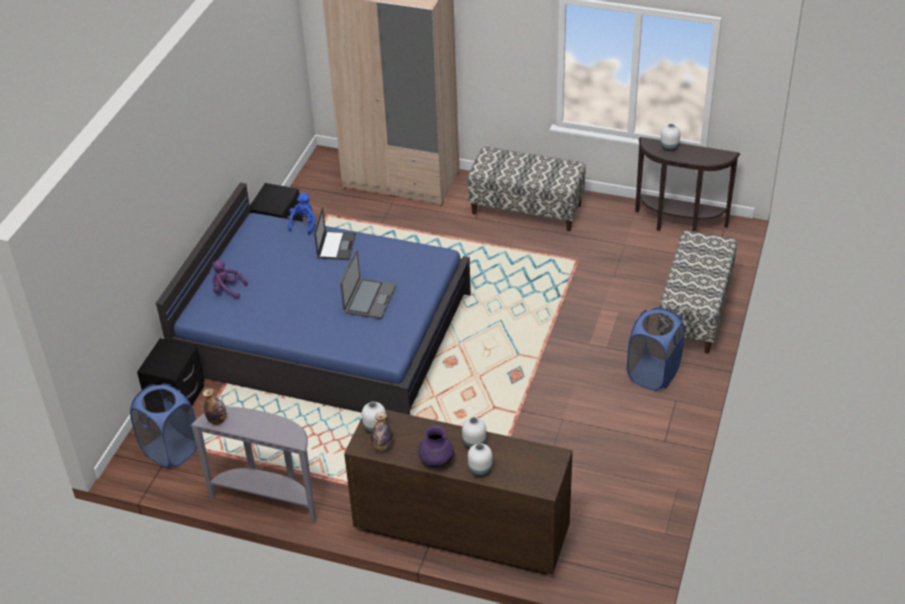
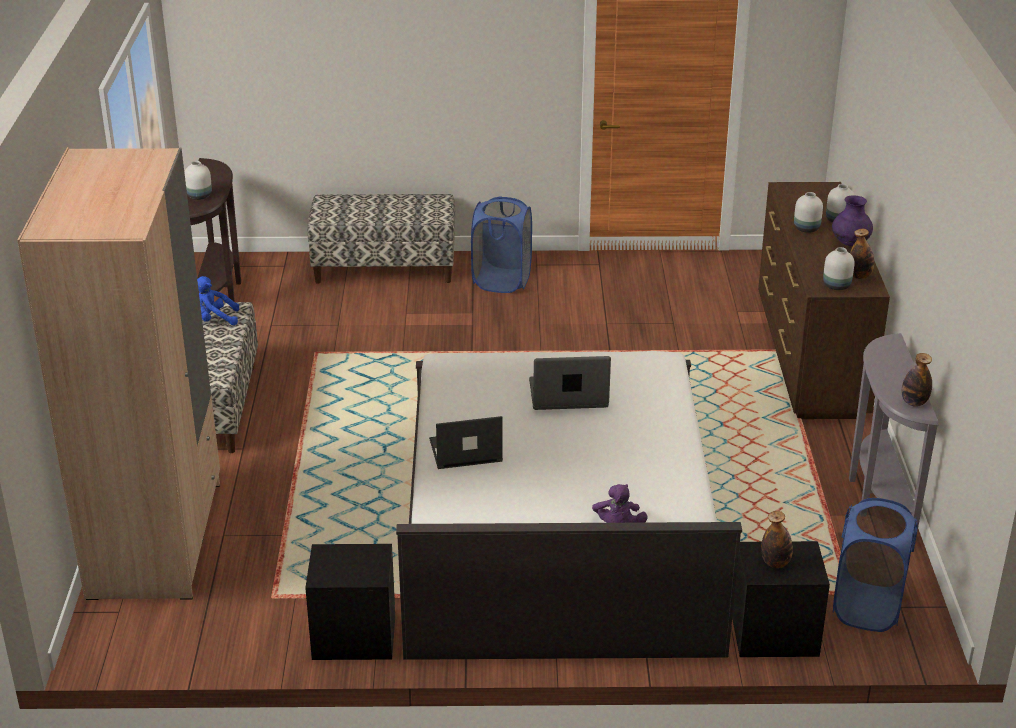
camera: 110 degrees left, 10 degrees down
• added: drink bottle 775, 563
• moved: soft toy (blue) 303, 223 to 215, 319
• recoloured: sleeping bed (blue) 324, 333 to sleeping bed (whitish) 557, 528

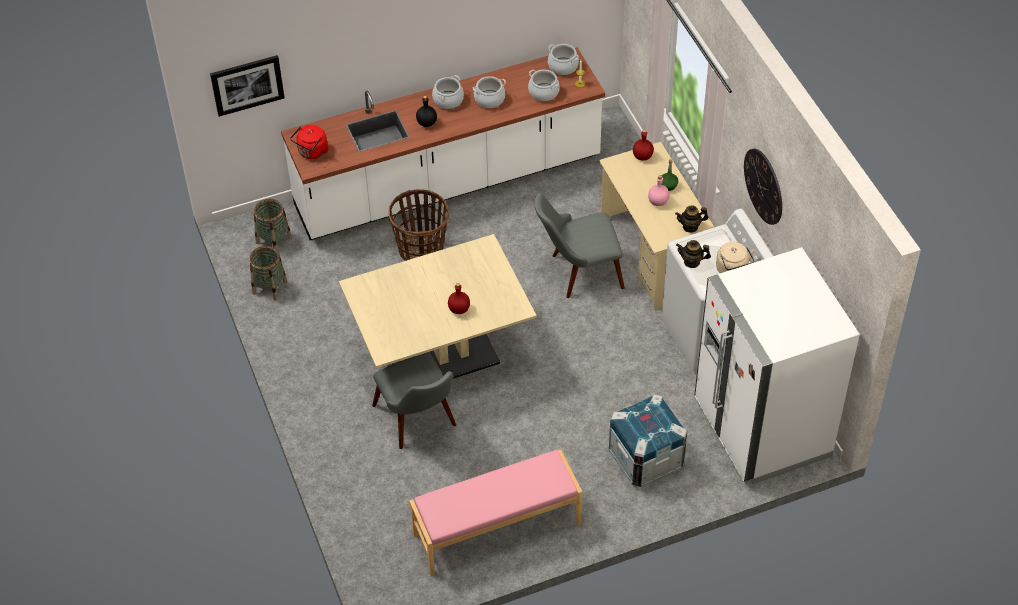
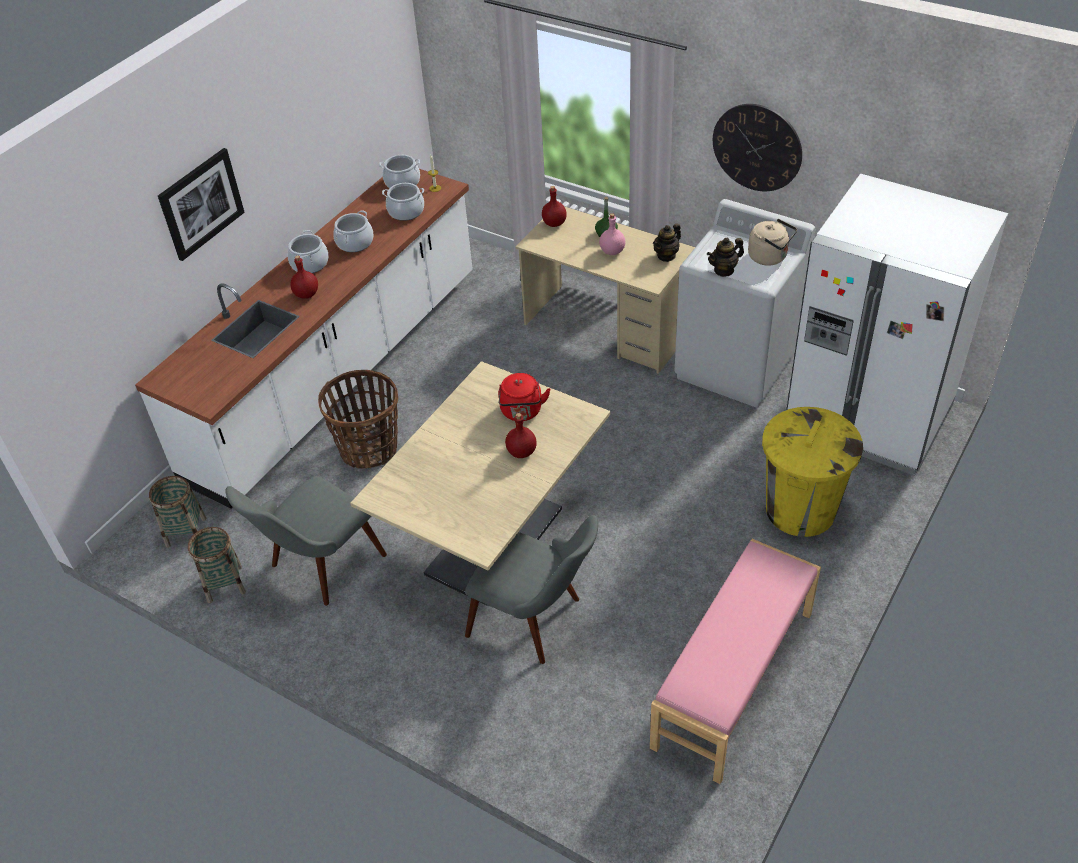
camera: 35 degrees left, 5 degrees down
• moved: picture 247, 84 to 201, 203
• moved: kettle (reddish) 312, 152 to 522, 412
• moved: plain chair (grey) 577, 273 to 318, 569
• replaced: shipping crate 645, 459 to waste bin (yellowish) 800, 510
• recoloured: drink bottle (black-coloured) 426, 122 to drink bottle (reddish) 306, 294

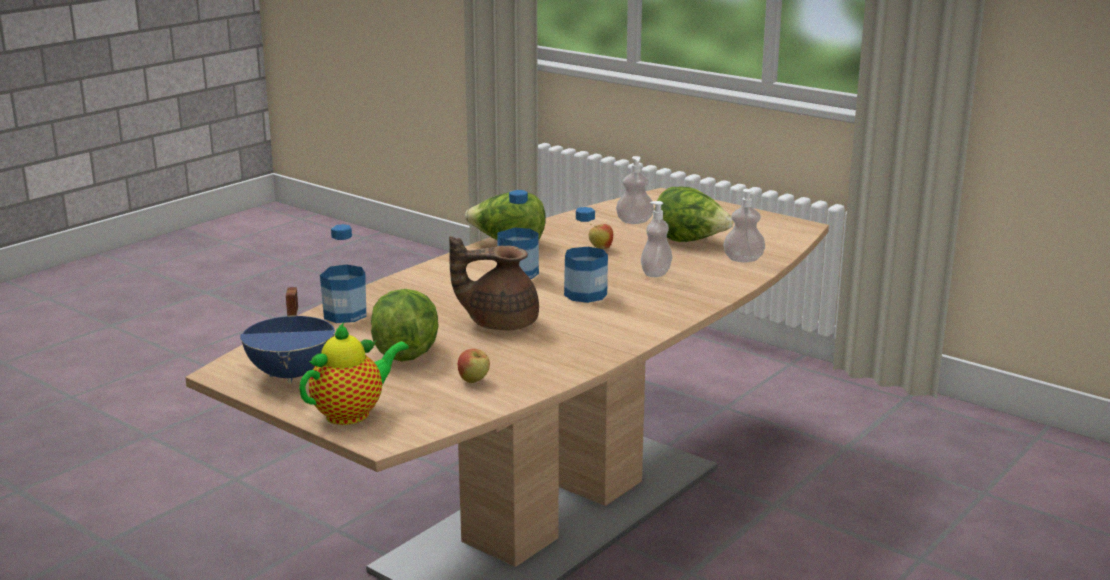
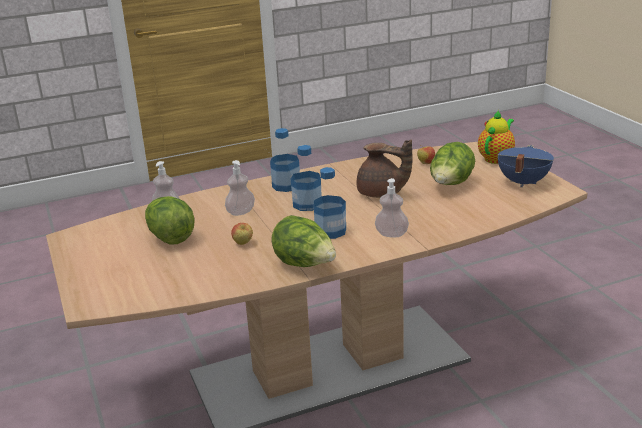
camera: 150 degrees left, 5 degrees up
• moved: drink bottle 345, 314 to 286, 186
• moved: liquid soap bottle 634, 221 to 391, 234
• turned: pot for tea 352, 413 = 496, 158 135 degrees clockwise

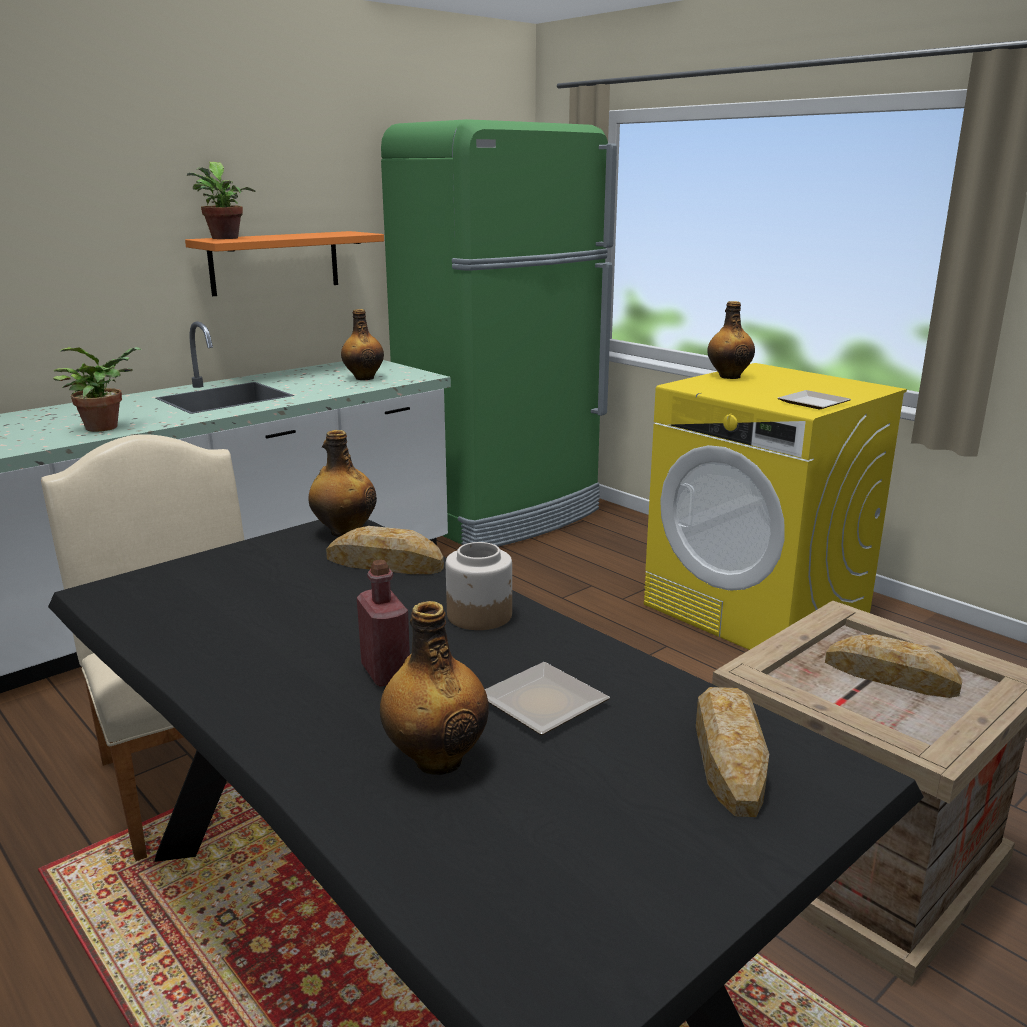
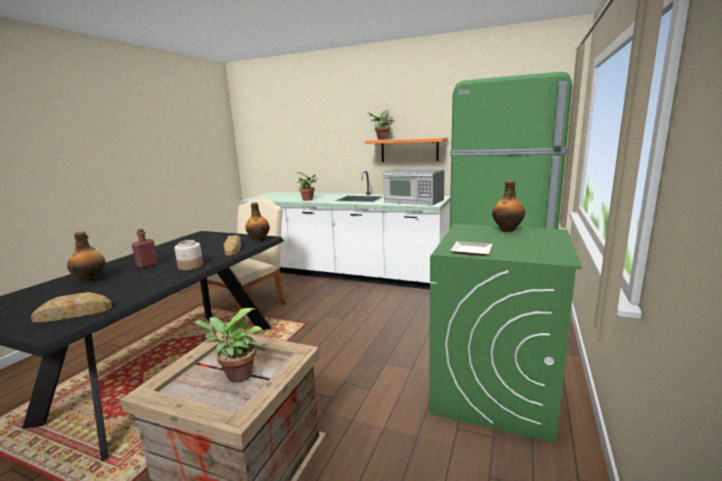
camera: 65 degrees right, 5 degrees down
• removed: flat dish 543, 700
• replaced: drink bottle 364, 378 to microwave oven 413, 201
• replaced: bread 890, 676 to potted plant 236, 376
• recoloured: washing machine (yellowish) 757, 609 to washing machine (green) 493, 390

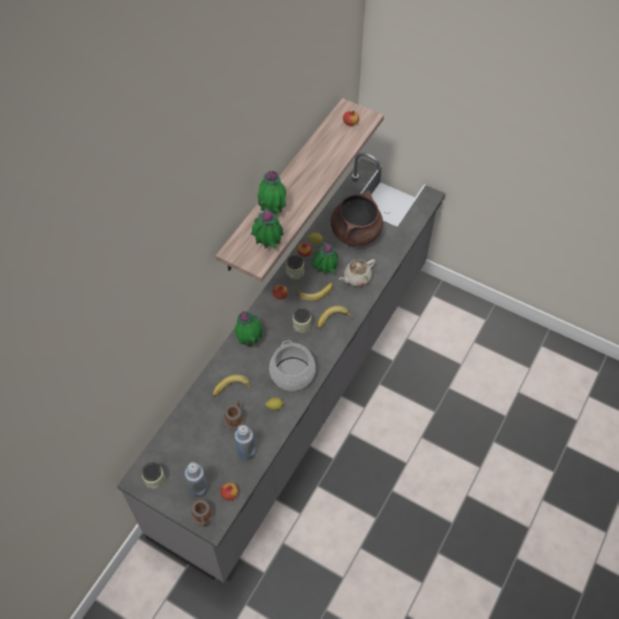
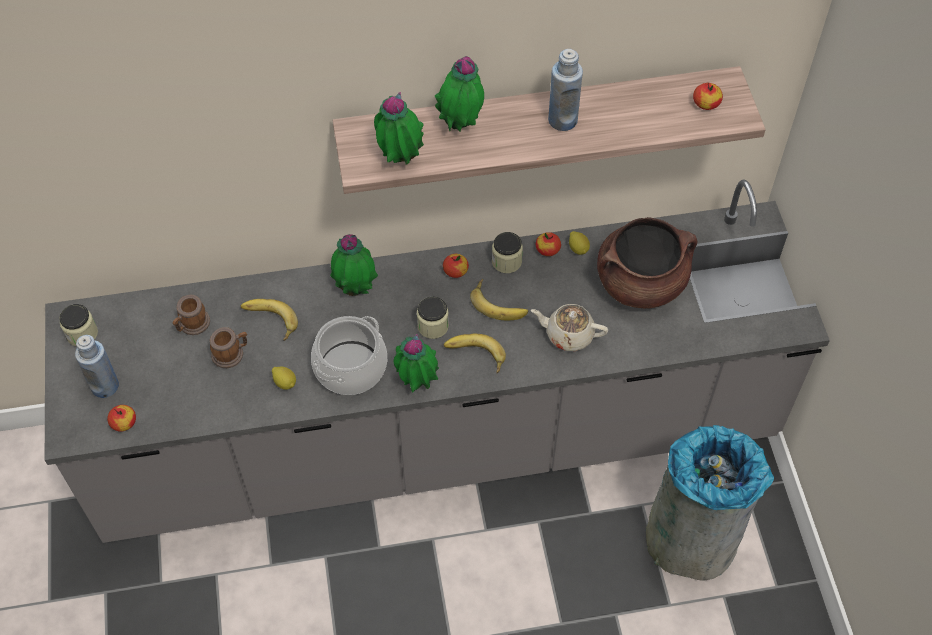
camera: 50 degrees right, 0 degrees up
• added: waste bin (grey) 692, 540
• moved: mug 203, 518 to 192, 325
• moved: drink bottle (blue) 246, 452 to 562, 120
• moved: potted plant 324, 272 to 416, 382

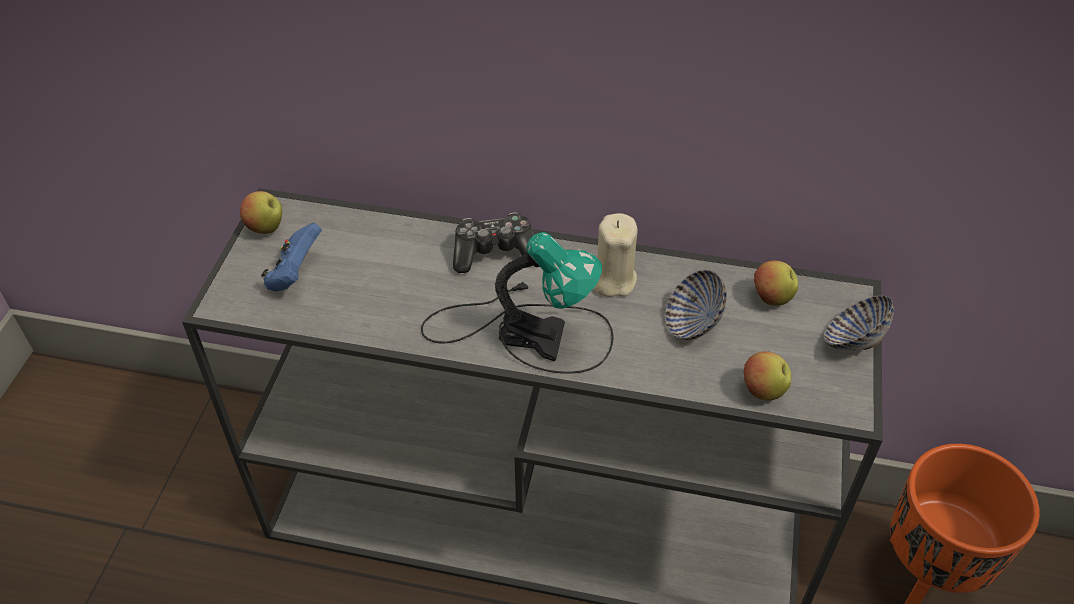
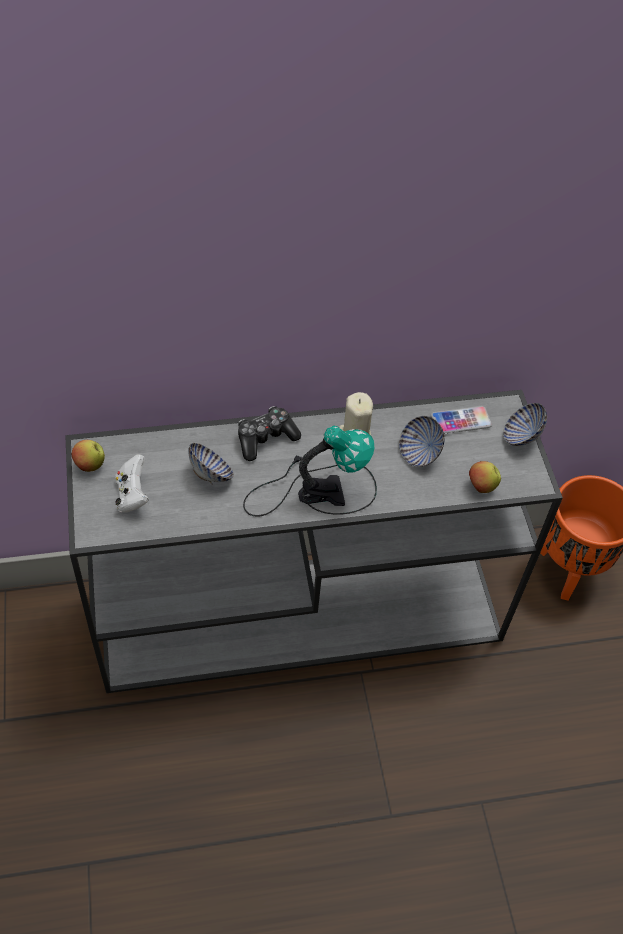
camera: 25 degrees left, 5 degrees up
• added: serving bowl 211, 474
• replaced: apple fruit 771, 298 to handset 460, 421
• recoloured: gamepad (blue) 295, 274 to gamepad (whitish) 132, 495

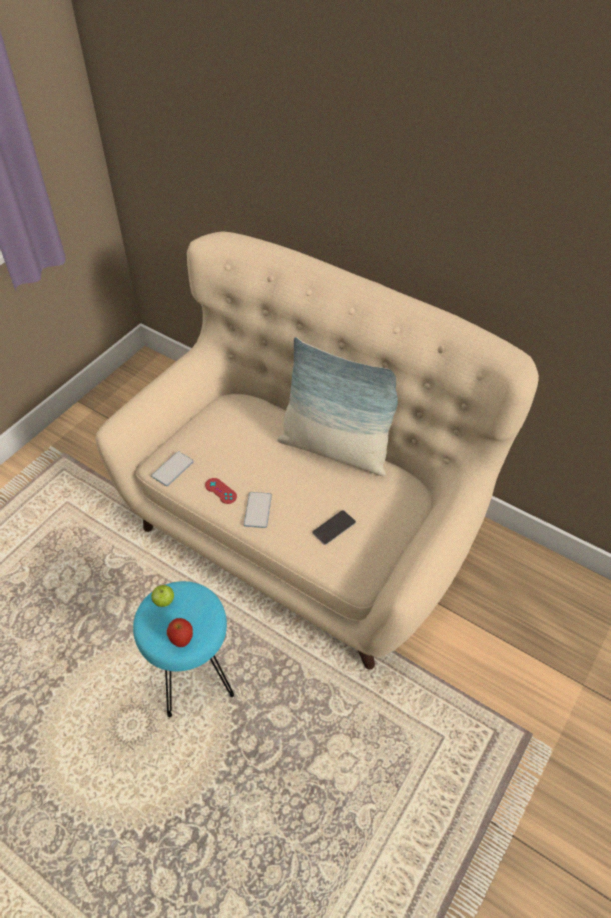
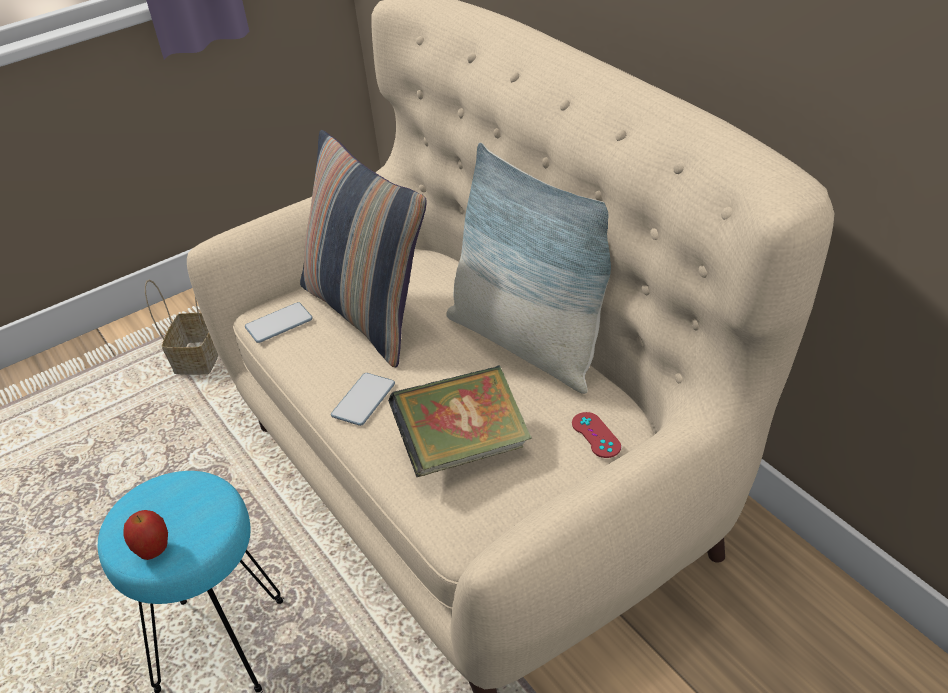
camera: 25 degrees right, 10 degrees down
• removed: apple fruit 164, 601
• added: household basket 198, 358
• added: throw pillow 368, 314
• moved: gamepad (reddish) 220, 491 to 596, 435
• replaced: handset 334, 527 to bound book 463, 448

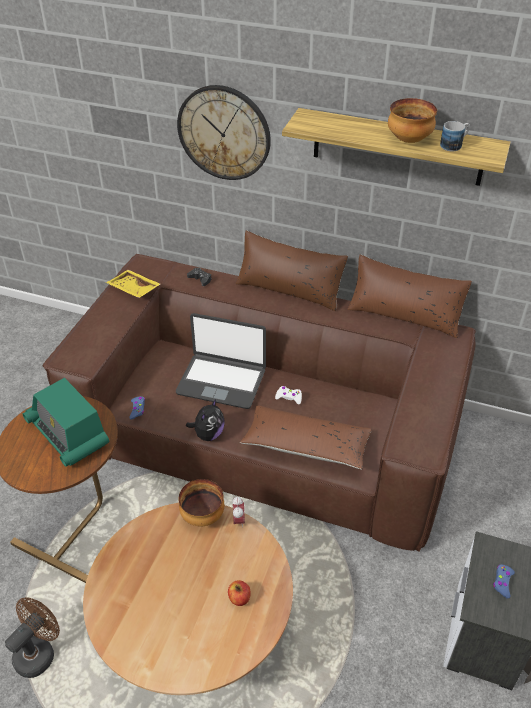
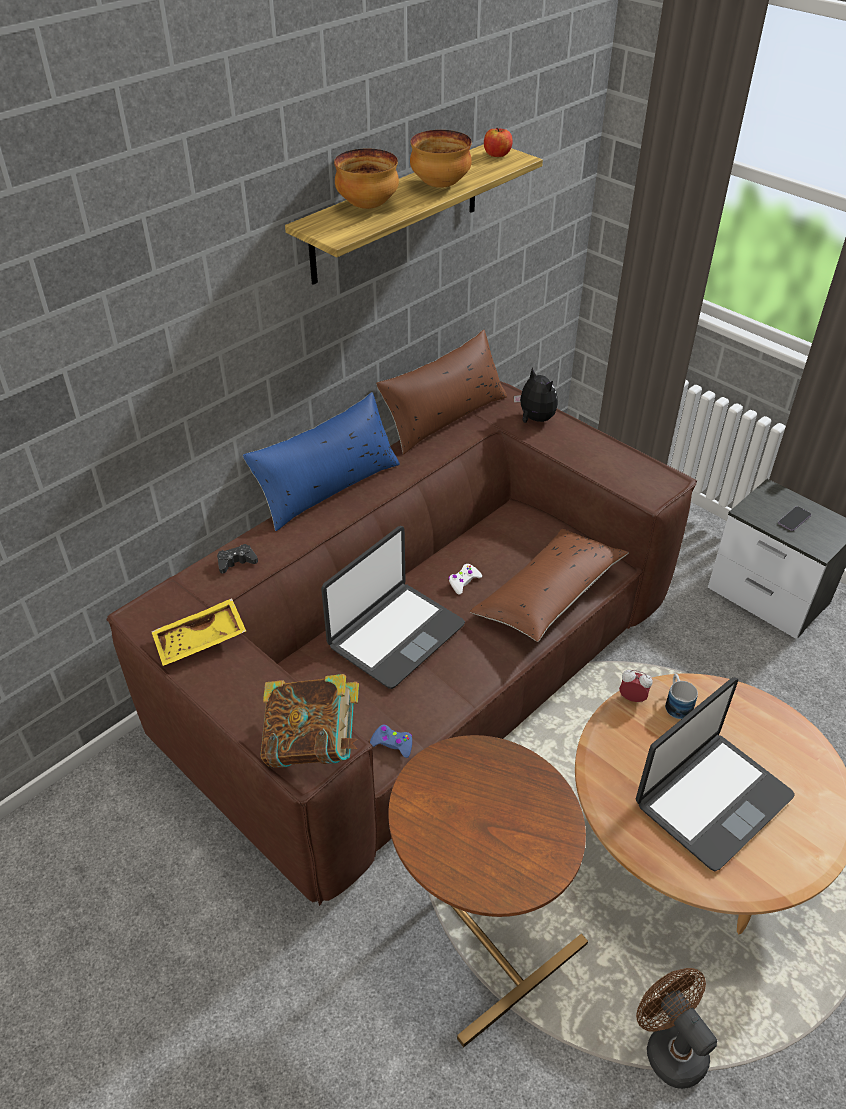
camera: 65 degrees left, 0 degrees up
• removed: radio set 68, 433
• removed: clock on the wall 224, 133
• added: bound book 313, 744
• added: laptop 711, 799
• moved: serving bowl 202, 516 to 368, 206
• moved: soft toy 208, 434 to 534, 419
• moved: apple fruit 239, 598 to 497, 154
• moved: mug 454, 145 to 676, 703
• replaced: gamepad (blue) 502, 582 to handset 794, 519
• recoloured: throw pillow (brown) 289, 289 to throw pillow (blue) 327, 487

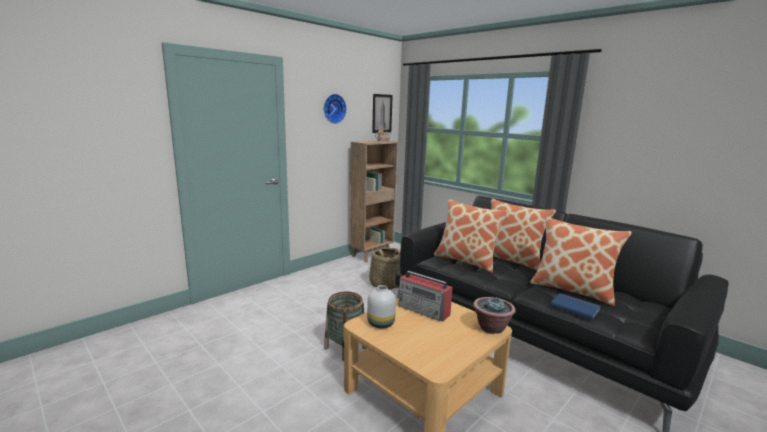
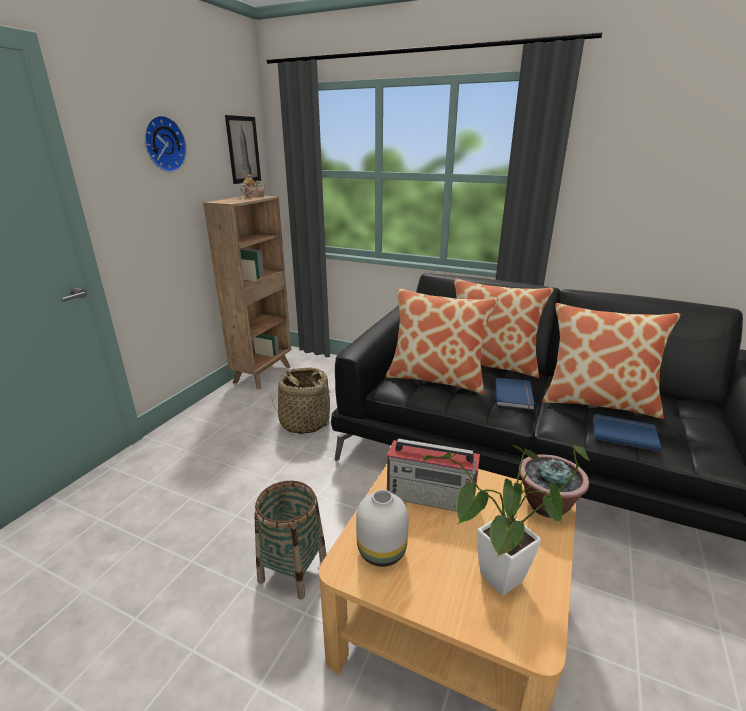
camera: 20 degrees left, 10 degrees up
• added: potted plant 494, 583
• added: bound book (blue) 515, 395

